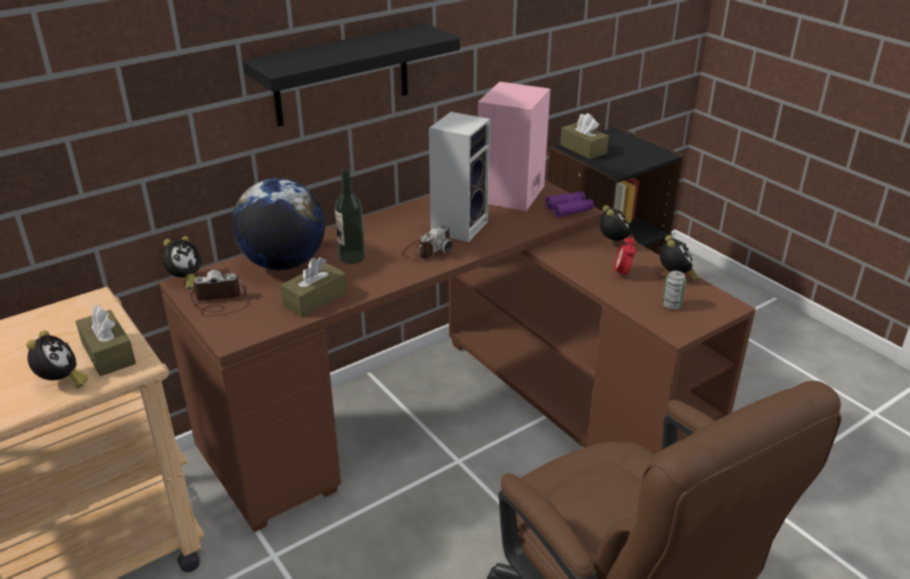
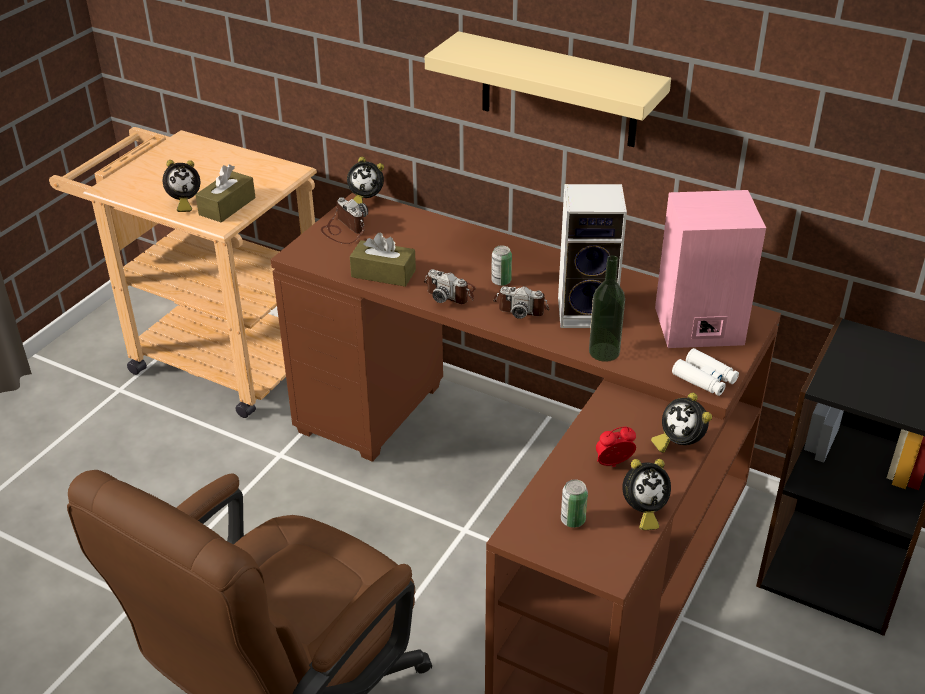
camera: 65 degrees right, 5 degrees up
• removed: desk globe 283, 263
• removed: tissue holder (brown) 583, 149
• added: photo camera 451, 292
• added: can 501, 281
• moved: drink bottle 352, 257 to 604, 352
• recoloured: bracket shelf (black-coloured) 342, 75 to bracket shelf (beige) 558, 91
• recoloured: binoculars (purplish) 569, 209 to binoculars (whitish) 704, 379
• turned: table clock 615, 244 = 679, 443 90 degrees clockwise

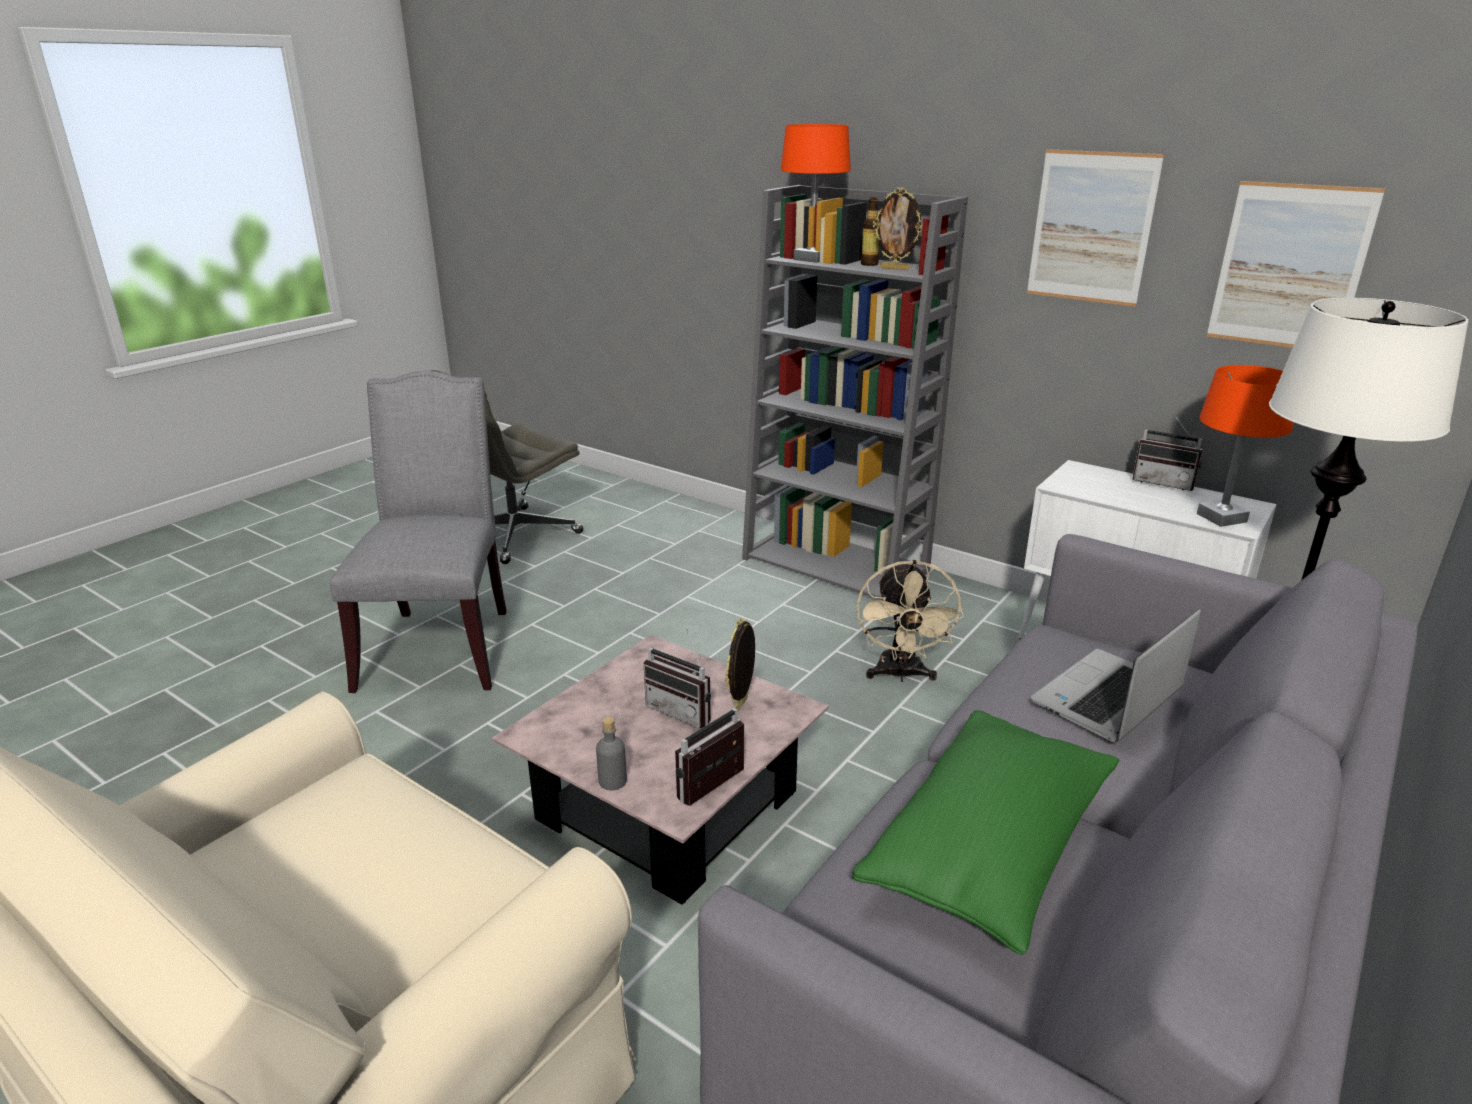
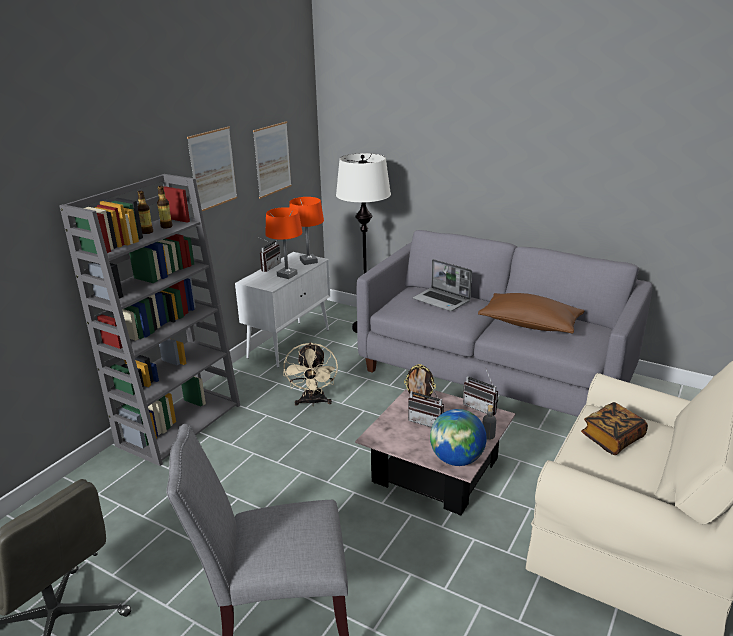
camera: 95 degrees left, 0 degrees up
• added: desk globe 456, 460
• added: bound book 612, 439
• moved: table lamp (orangey) 812, 259 to 287, 275
• replaced: photo frame 895, 268 to drink bottle 166, 226
• recoloured: throw pillow (green) 989, 848 to throw pillow (brown) 530, 324
• turned: radio set 683, 710 = 427, 421 90 degrees clockwise
• turned: electric fan (beige) 900, 674 = 313, 402 90 degrees clockwise

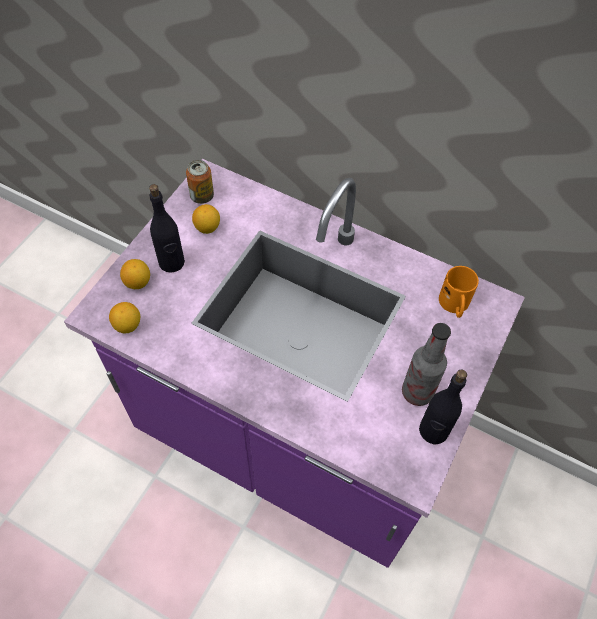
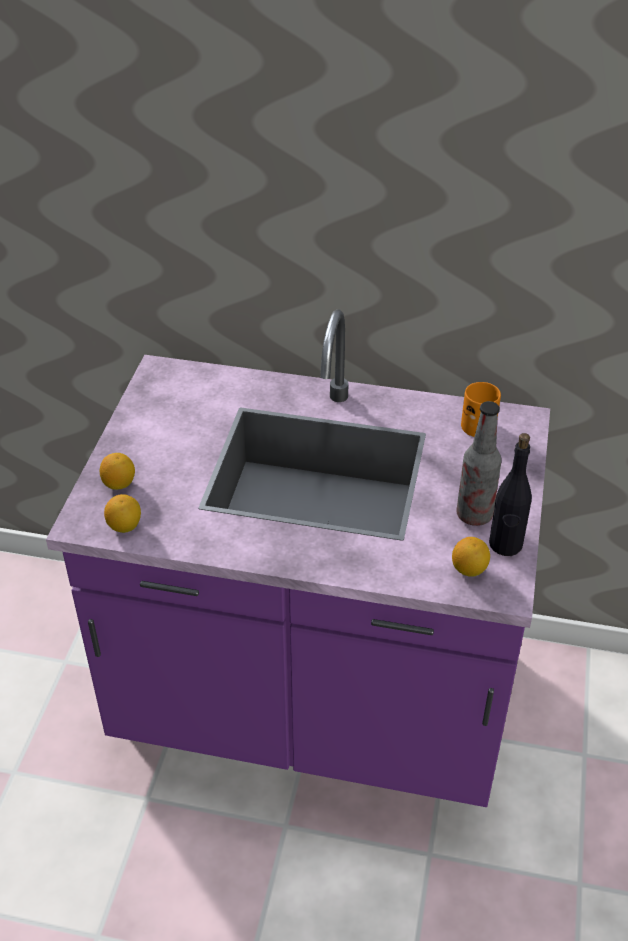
camera: 15 degrees left, 15 degrees down
• removed: drink bottle (black-coloured) 172, 262
• removed: can 202, 196
• moved: whole lemon 207, 228 to 469, 569

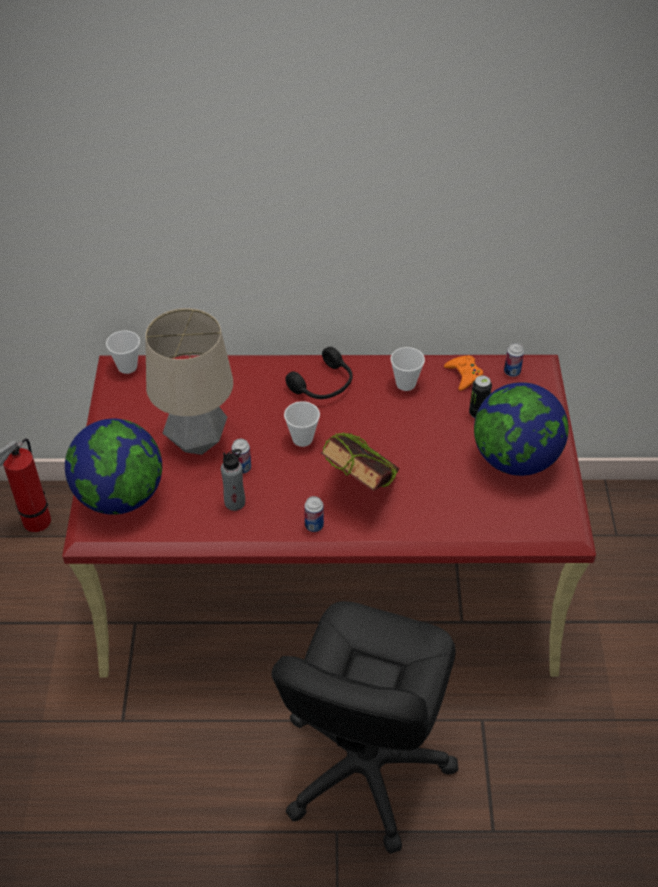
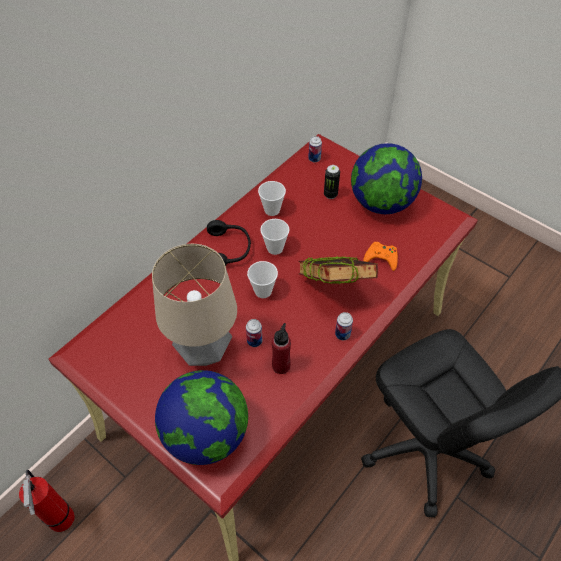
camera: 50 degrees left, 5 degrees up
• moved: small cup 127, 367 to 275, 248
• moved: gamepad (orangey) 464, 375 to 381, 258
• recoloured: drink bottle (grey) 235, 502 to drink bottle (reddish) 281, 366

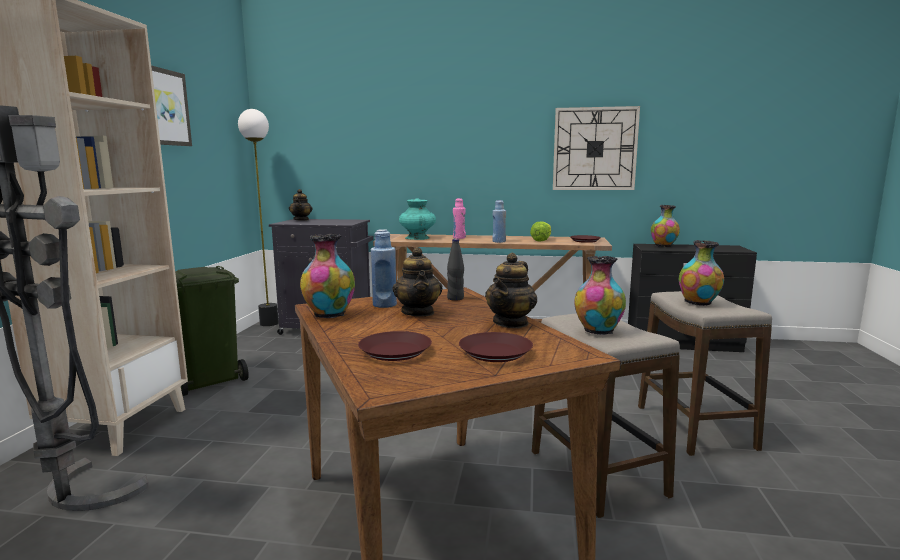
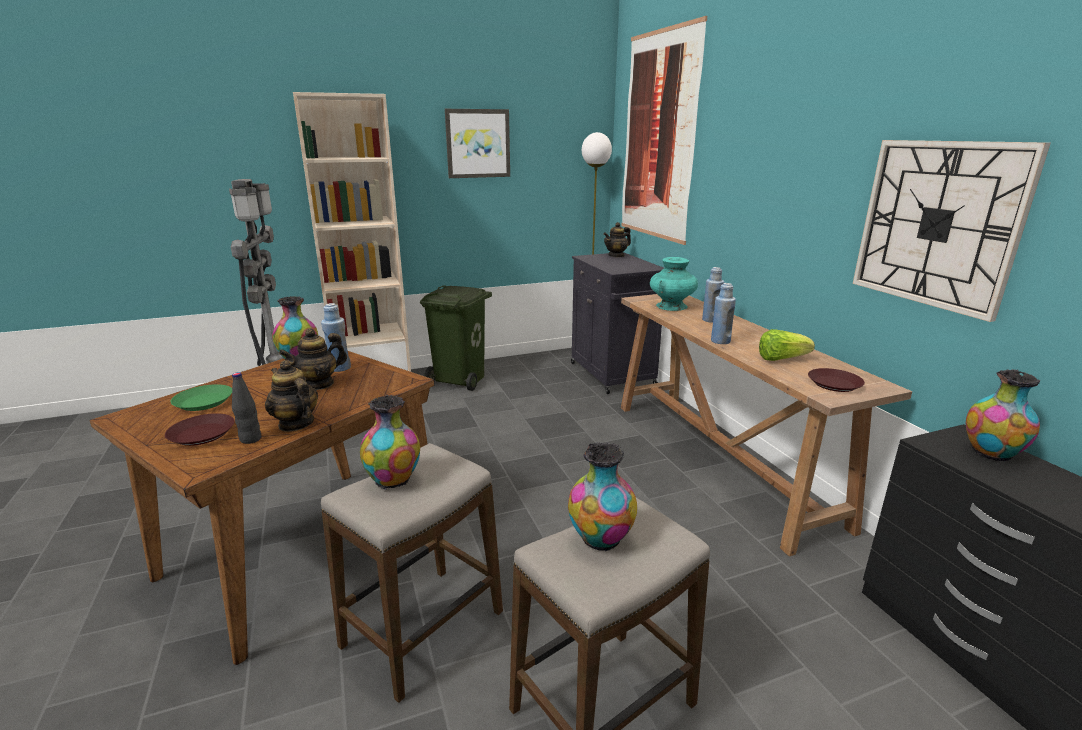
camera: 60 degrees right, 10 degrees up
• added: picture 658, 137
• moved: drink bottle (black-coloured) 455, 298 to 250, 439
• recoloured: flat dish (brown) 396, 351 to flat dish (green) 204, 402
• recoloured: drink bottle (pinkish) 459, 238 to drink bottle (blue) 710, 320
• turned: pot for tea 511, 323 = 296, 424 45 degrees clockwise

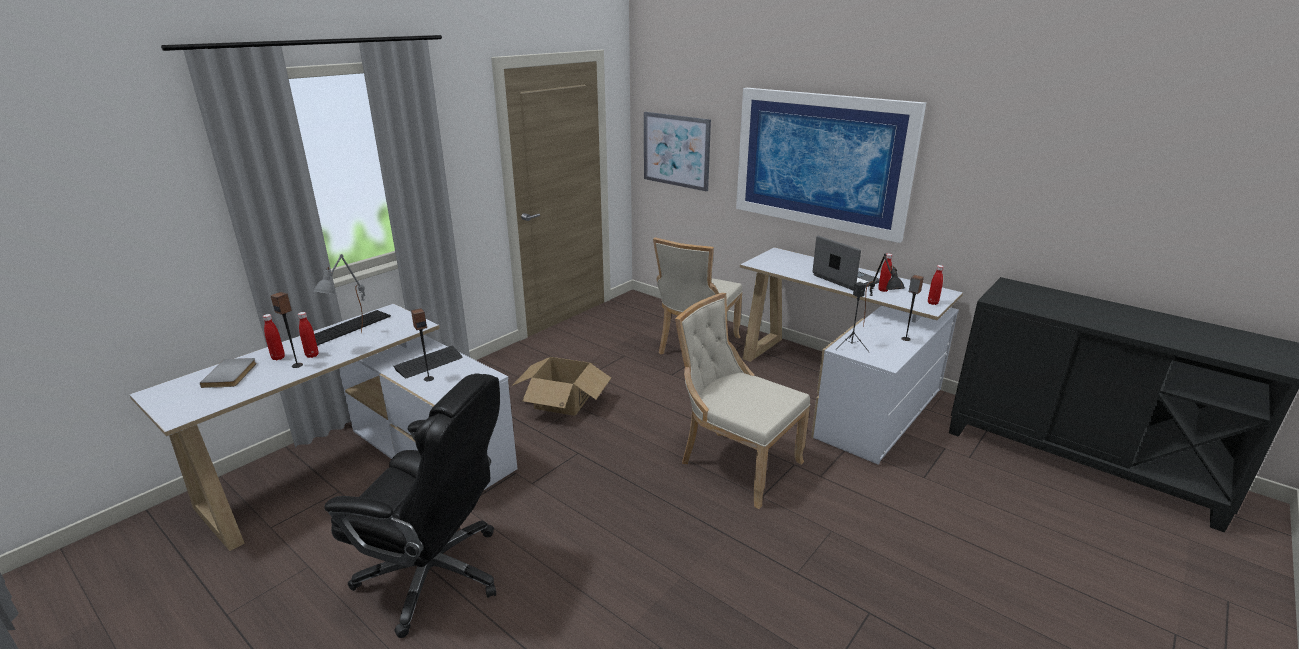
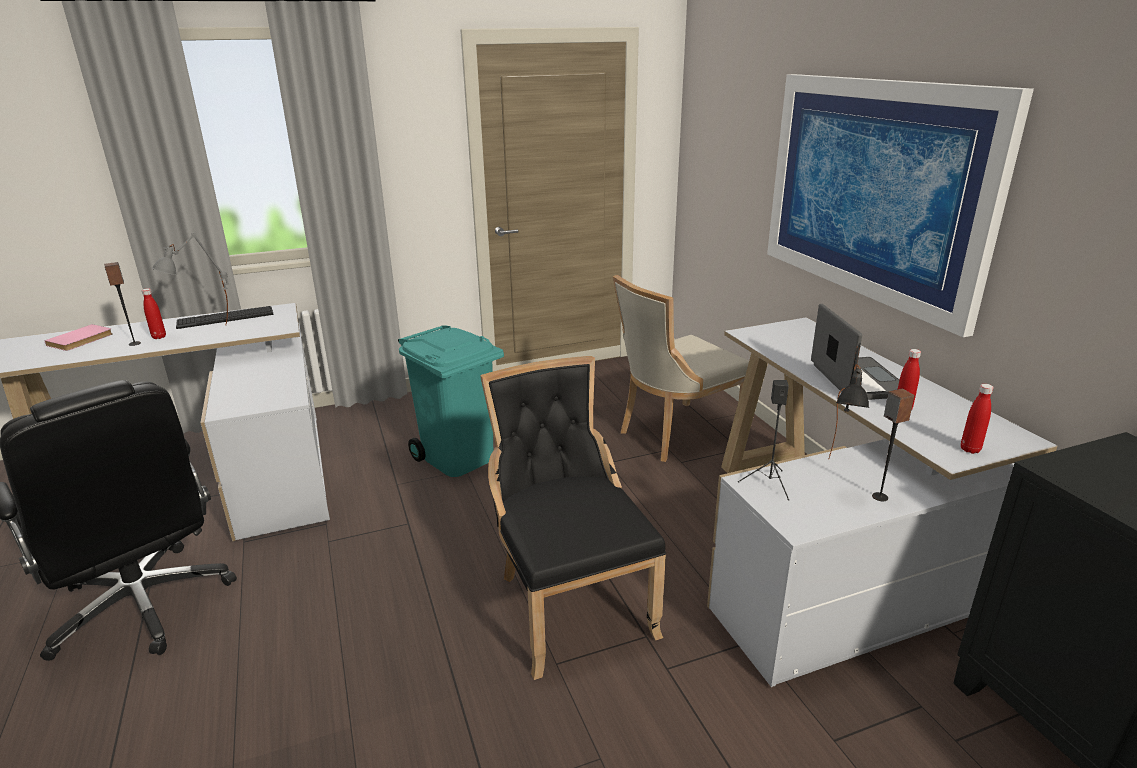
camera: 30 degrees right, 0 degrees up
• removed: drink bottle (reddish) 278, 358
• removed: PC keyboard 429, 363
• removed: audio speaker 428, 378
• removed: picture 676, 150
• replaced: carton 563, 401 to waste bin (blue-green) 457, 458
• recoloured: bound book (grey) 232, 375 to bound book (pinkish) 81, 340
• recoloured: plain chair (beige) 735, 463 to plain chair (black-coloured) 569, 604

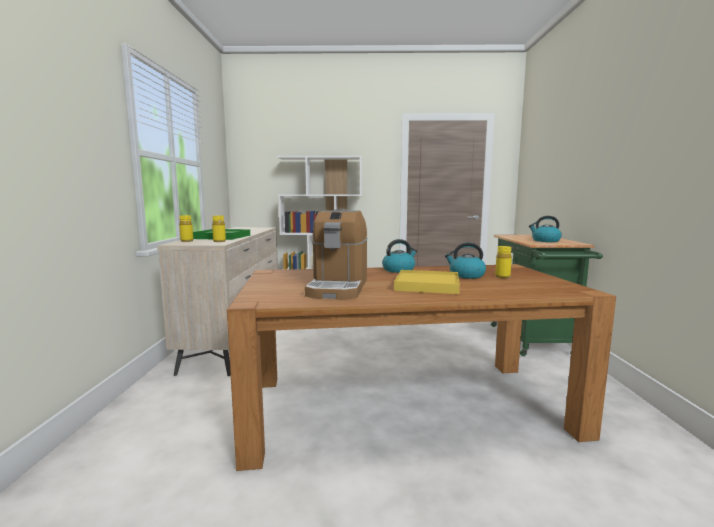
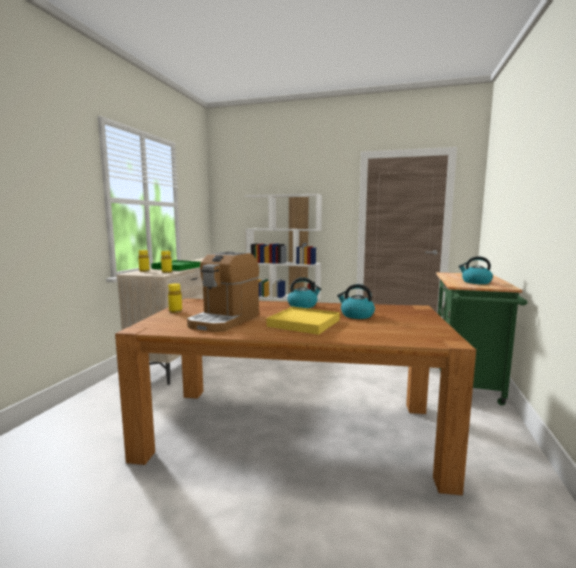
camera: 15 degrees right, 0 degrees up
• moved: drink bottle (yellowish) 502, 277 to 175, 311

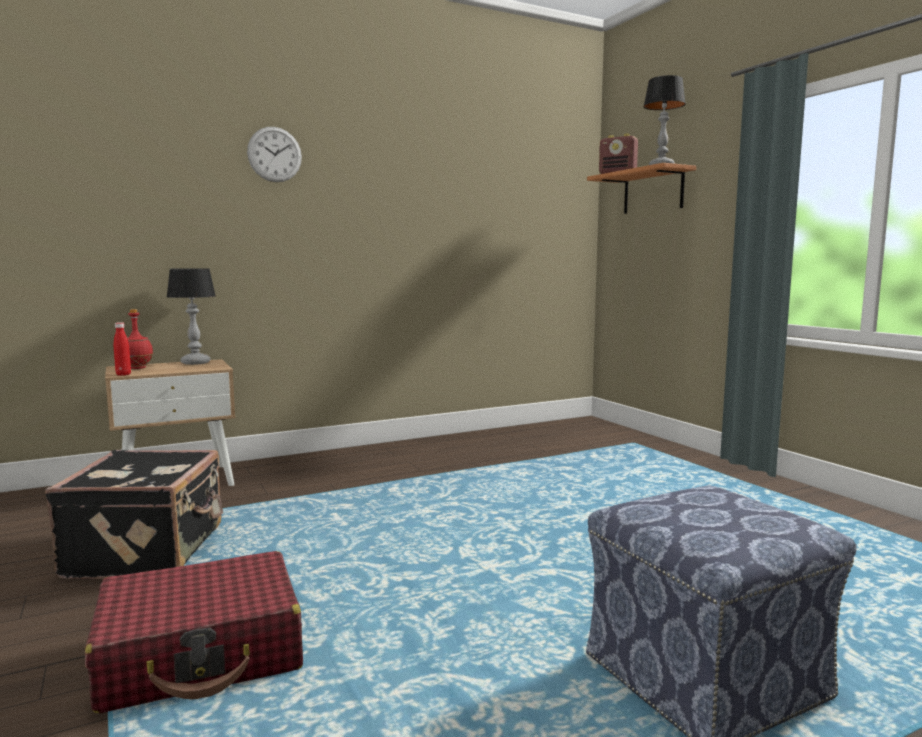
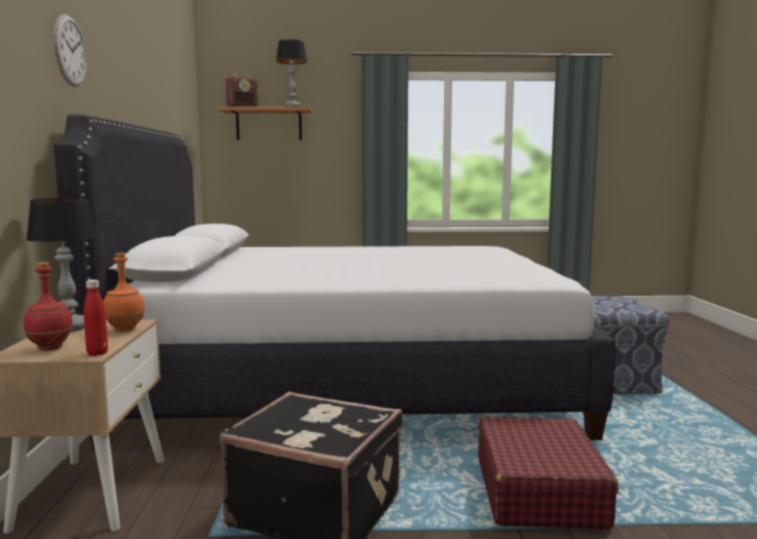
camera: 65 degrees left, 0 degrees up
• added: sleeping bed (whitish) 349, 384
• added: drink bottle (orangey) 125, 330

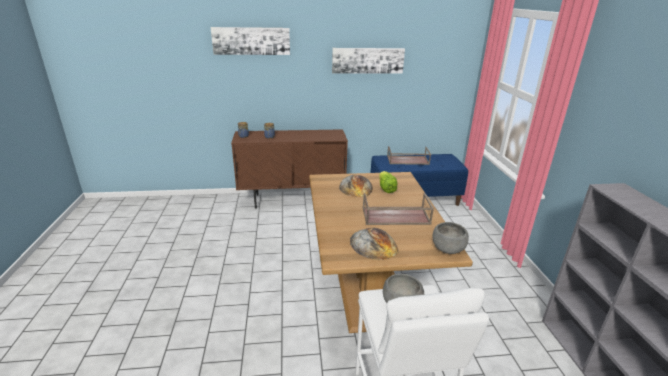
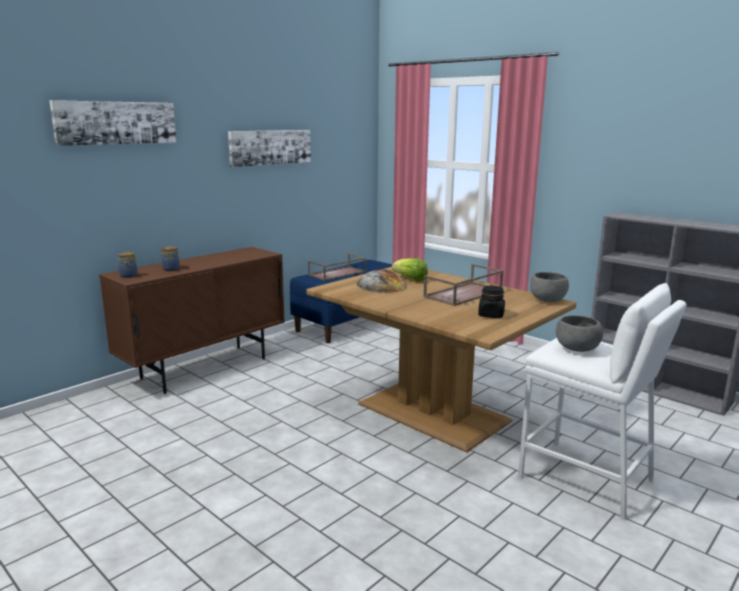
camera: 40 degrees left, 10 degrees down
• replaced: bread 373, 245 to jar (black-coloured) 491, 315

